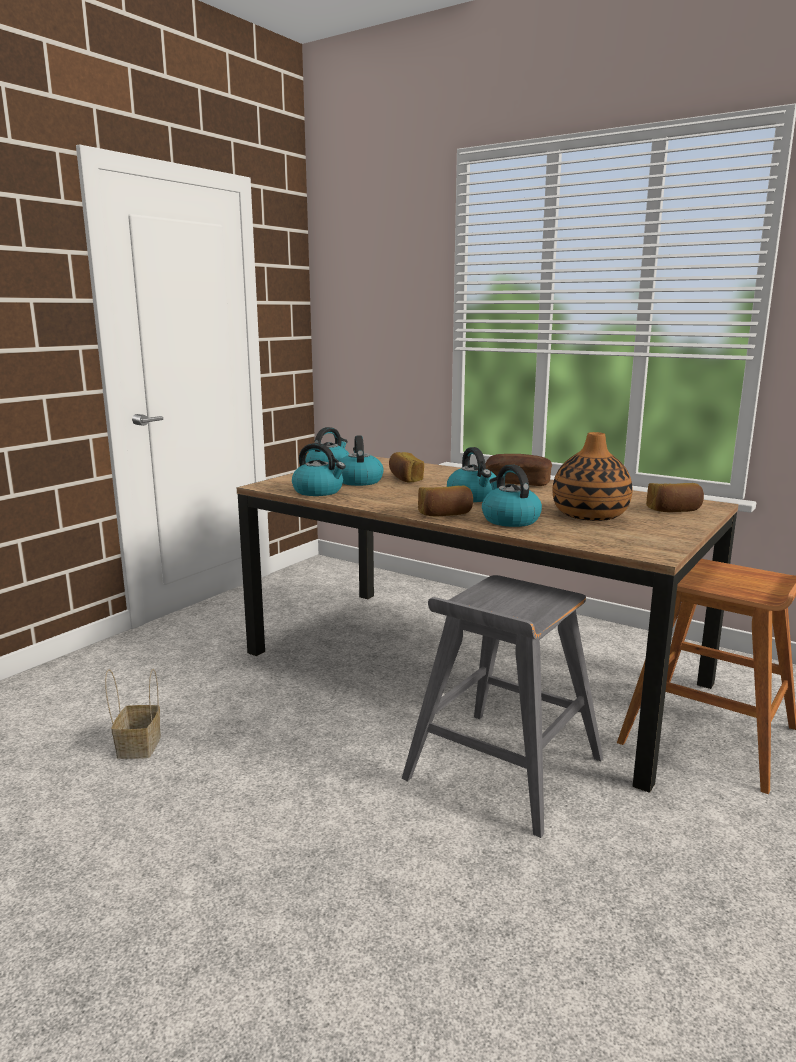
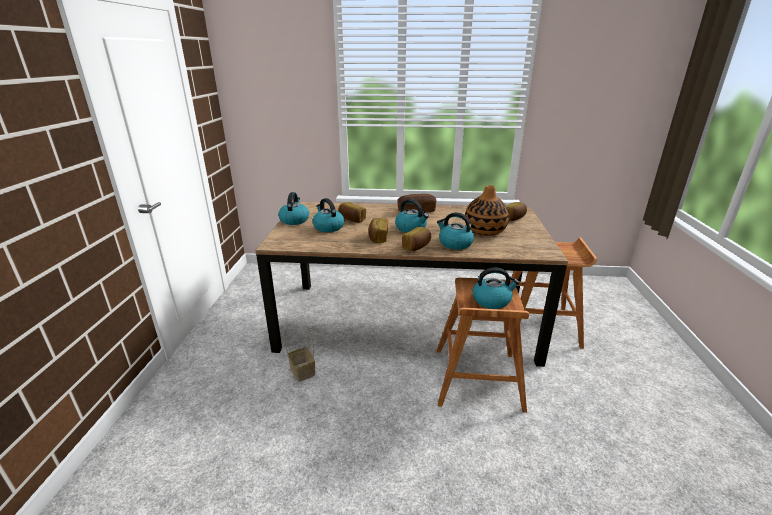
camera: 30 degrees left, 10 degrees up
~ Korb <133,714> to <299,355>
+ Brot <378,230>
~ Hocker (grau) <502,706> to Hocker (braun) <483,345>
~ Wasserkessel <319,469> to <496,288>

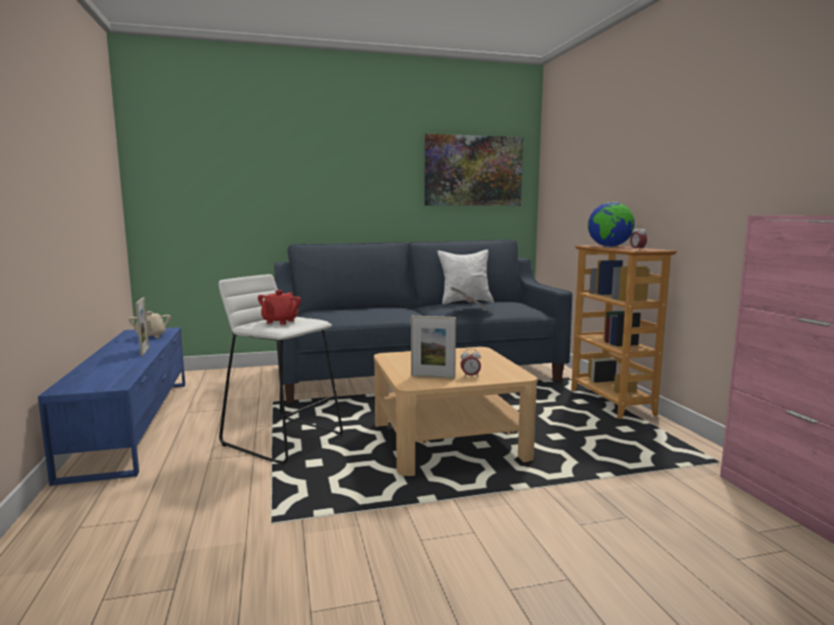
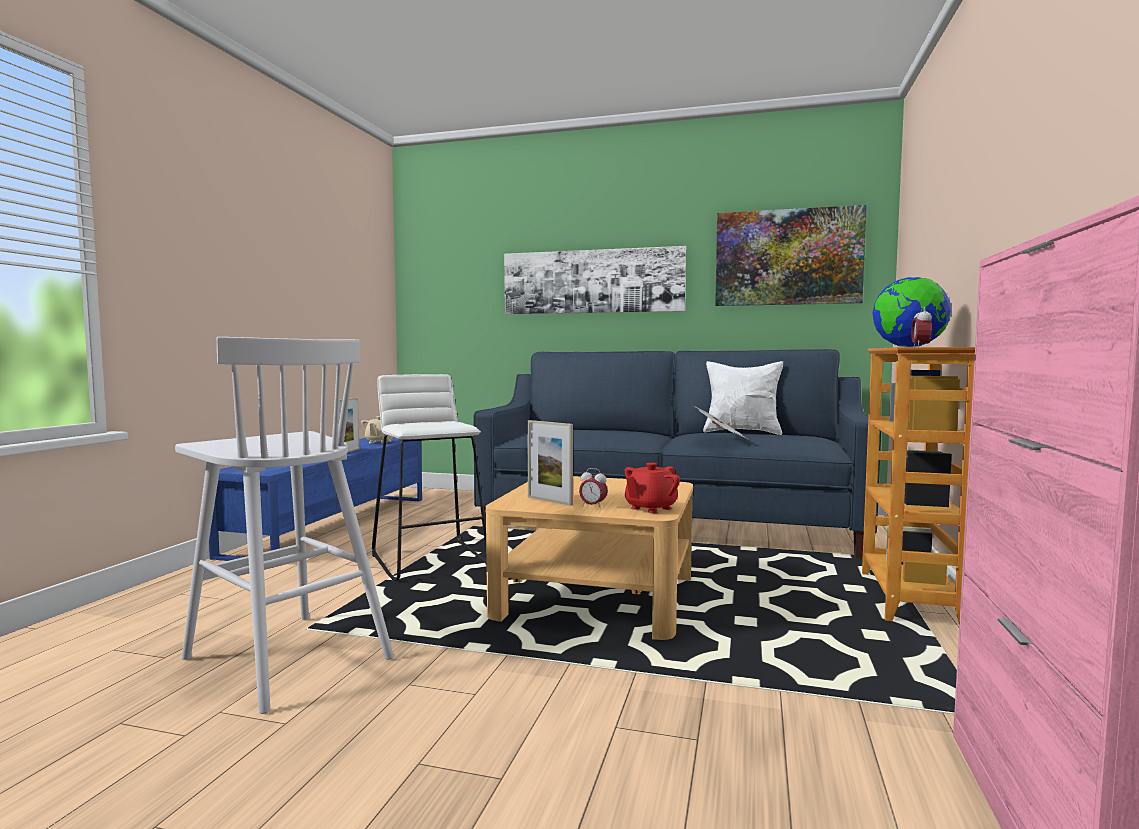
camera: 30 degrees right, 5 degrees down
+ Hocker (weiß) <284,525>
+ Bild <595,280>
~ Teekanne (rot) <279,307> to <652,488>

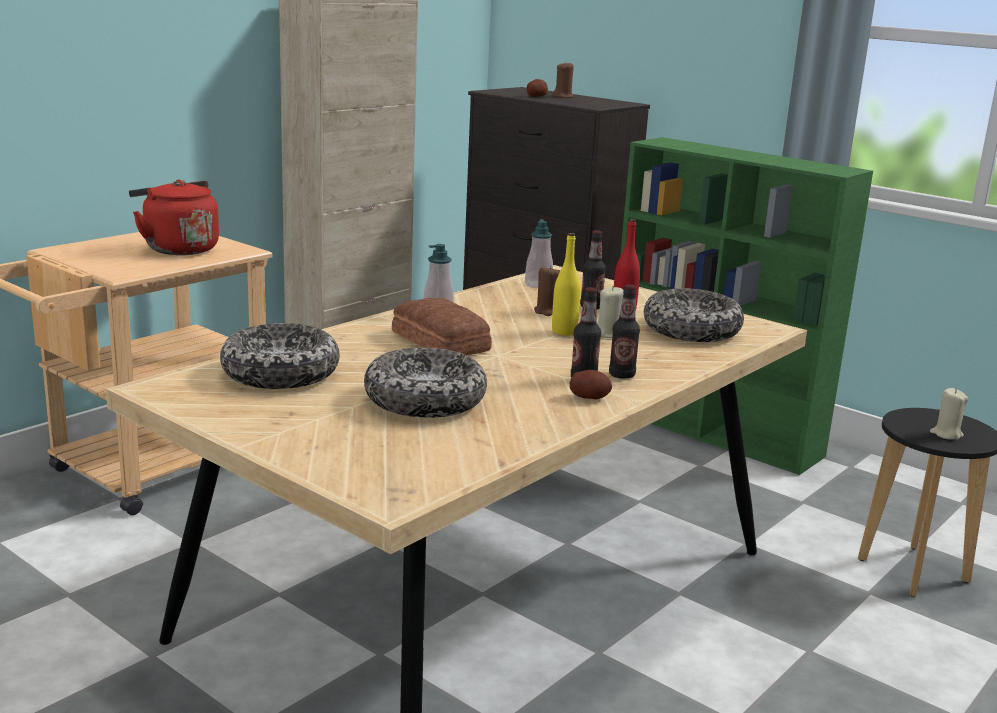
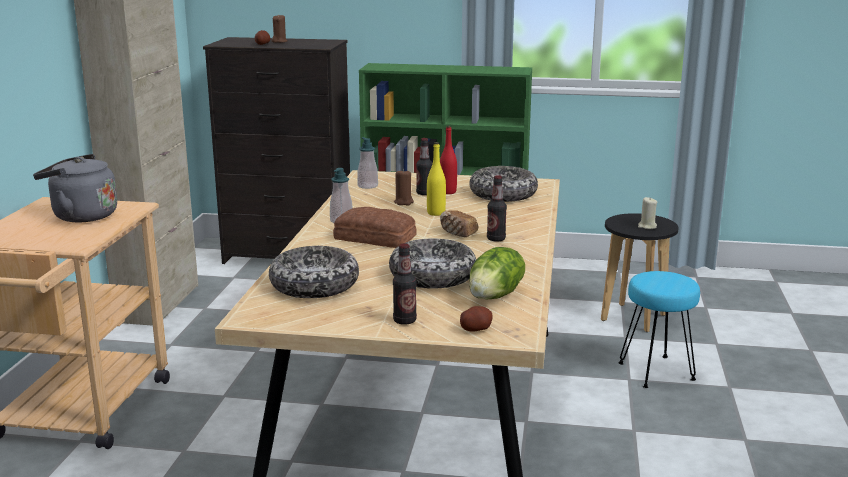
camera: 30 degrees left, 0 degrees up
~ Wasserkessel (rot) <174,217> to Wasserkessel (grau) <75,188>
~ Flasche <624,331> to <405,284>
+ Brot <459,223>
~ Kartoffel <591,384> to <476,319>
+ Salatkopf <497,273>
+ Hocker (türkis) <659,329>
- Kerze (beige) <610,312>

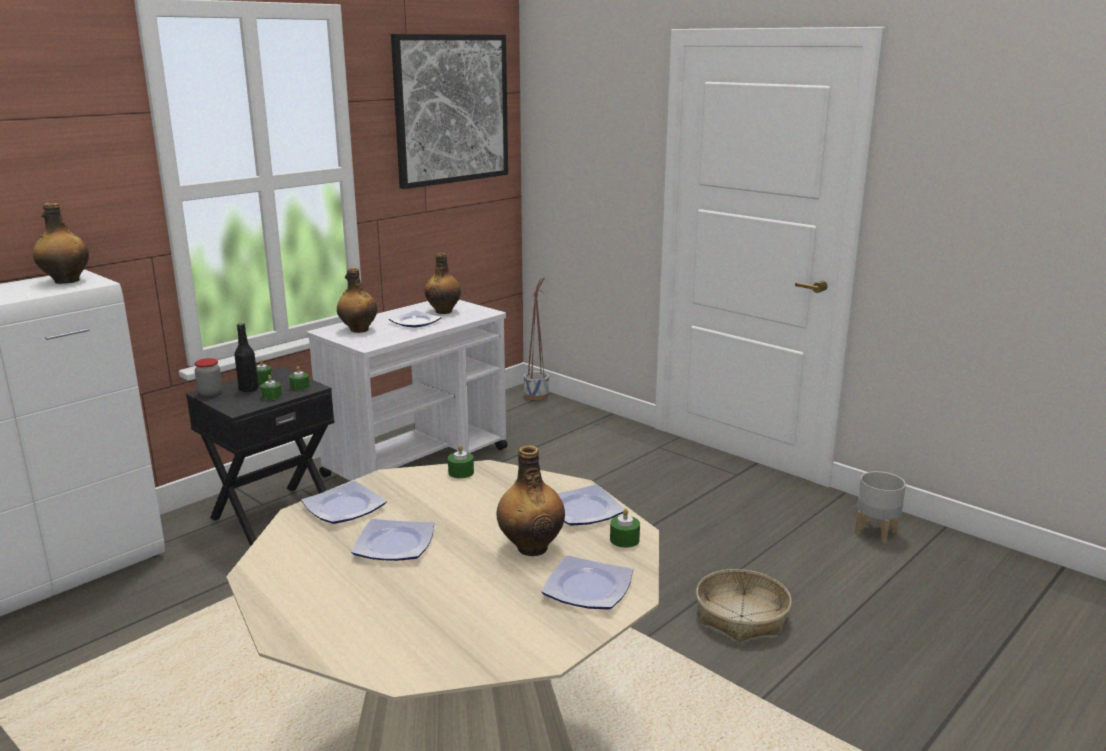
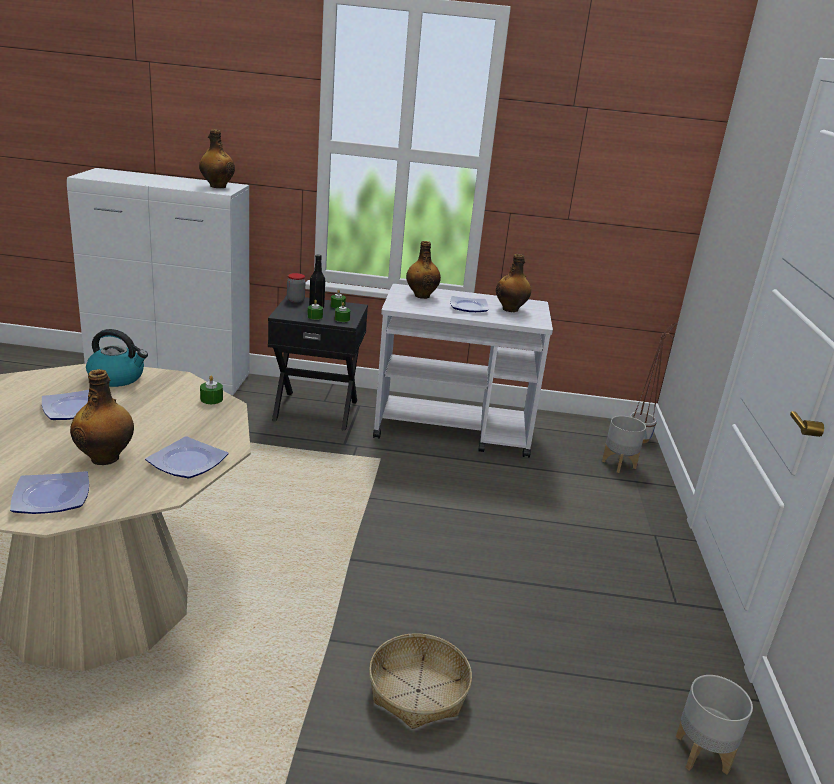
camera: 50 degrees right, 5 degrees up
~ Teller <344,502> to Wasserkessel <117,358>
+ Pflanzkübel (grau) <624,444>
- Bild <449,111>
- Kerze (grün) <625,528>

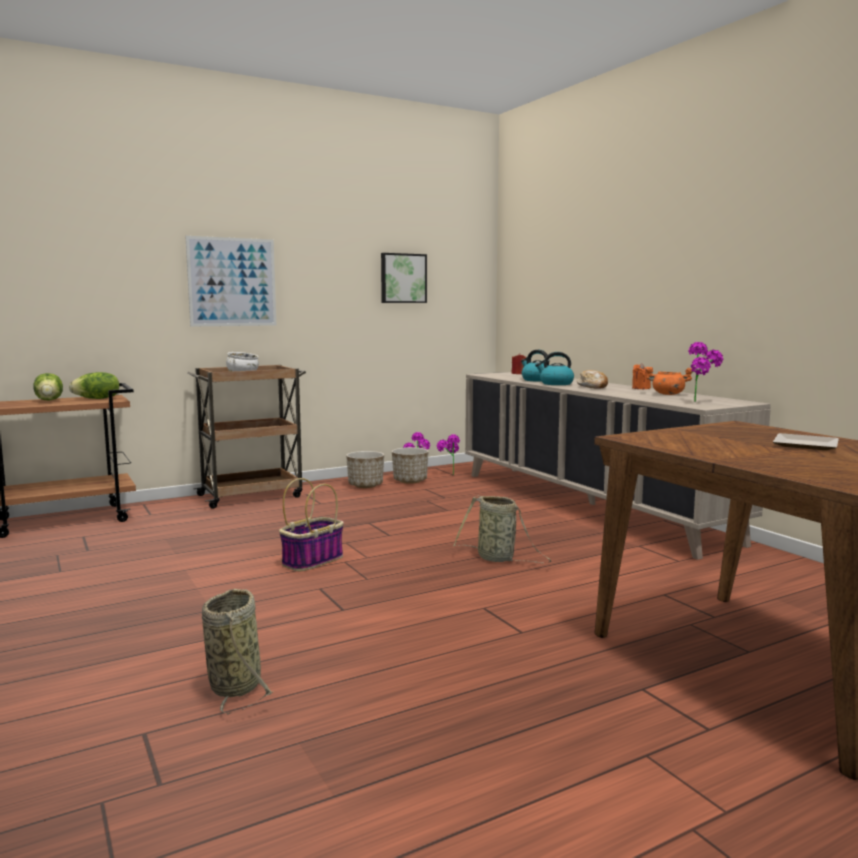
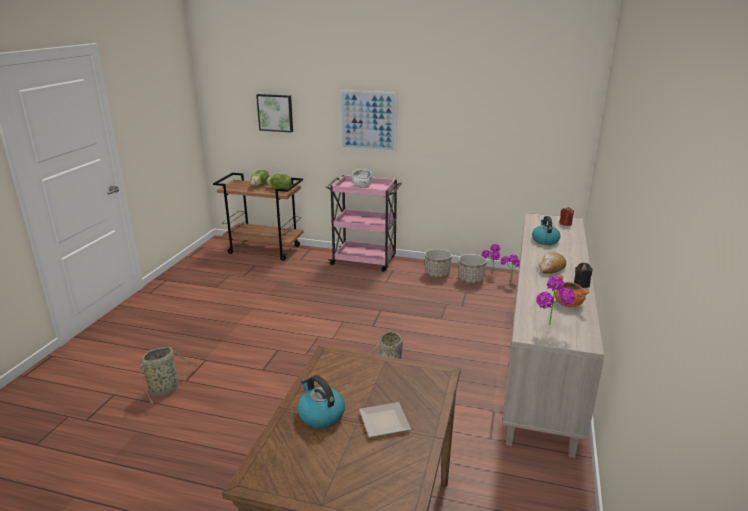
camera: 45 degrees right, 15 degrees up
~ Bild <404,278> to <274,113>
~ Wasserkessel <554,368> to <321,401>
~ Rollwagen (braun) <246,437> to Rollwagen (rosa) <364,223>
~ Kerze (orange) <641,376> to Kerze (schwarz) <583,275>
- Korb <311,524>

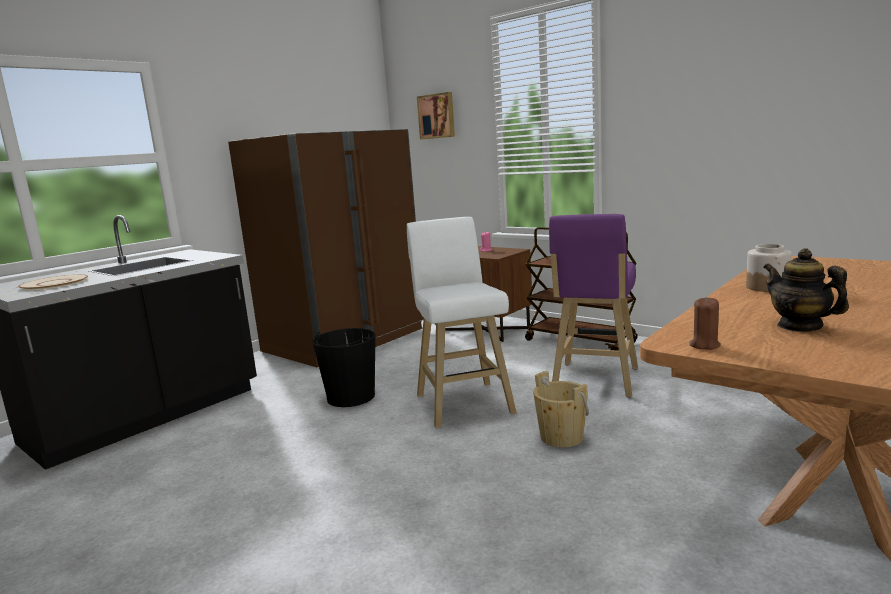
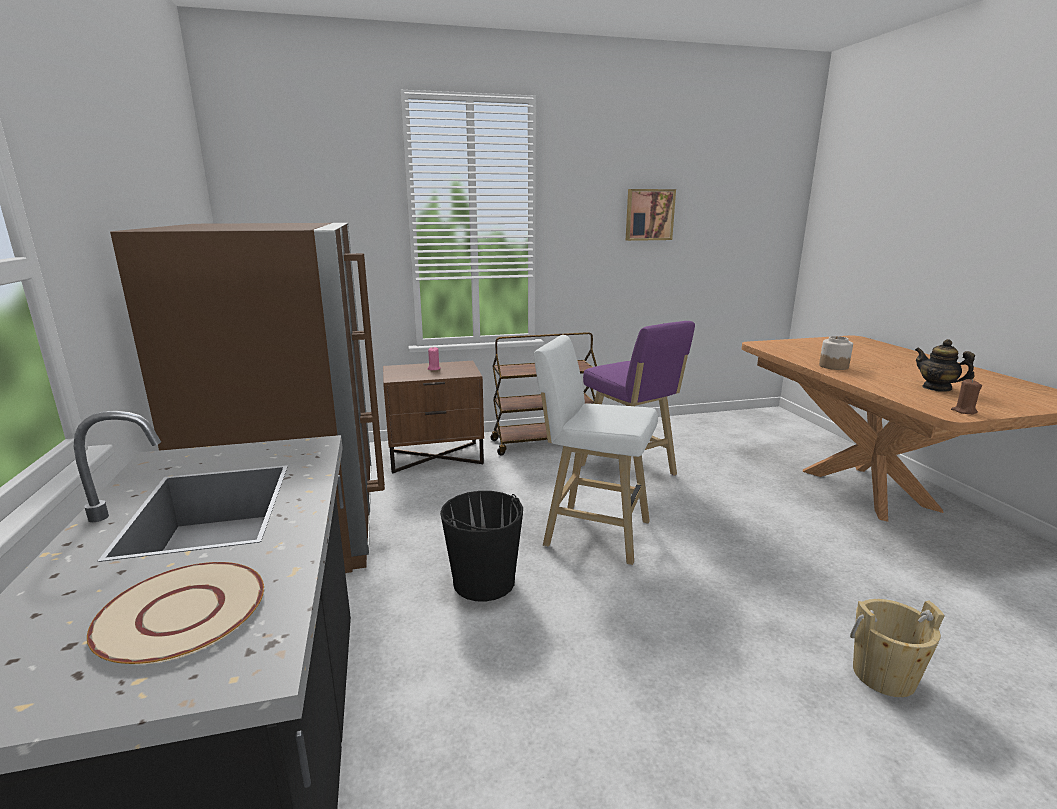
camera: 55 degrees left, 5 degrees up
~ Bild <436,116> to <651,215>
~ Eimer (beige) <561,409> to <897,648>
~ Teekanne <806,290> = <945,365> 45 degrees clockwise

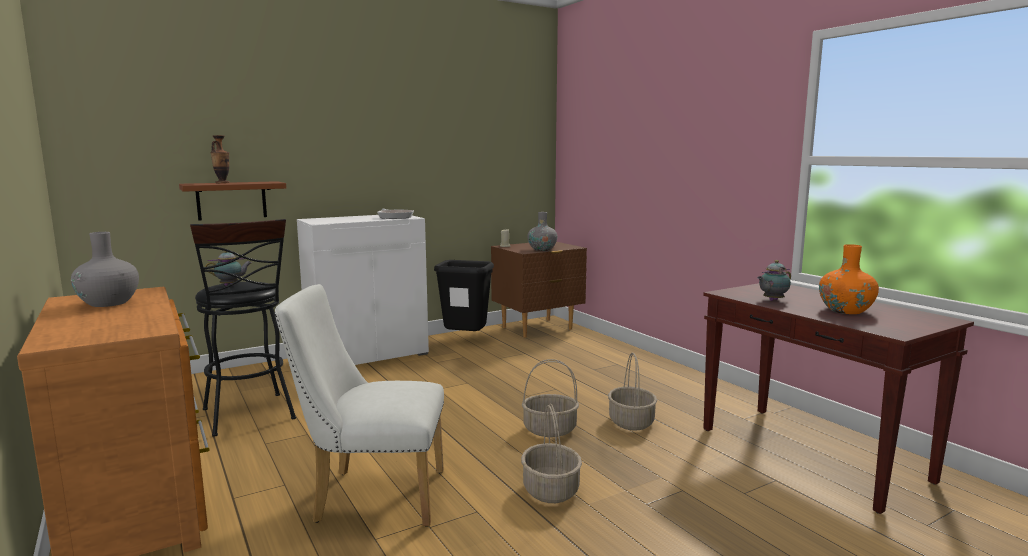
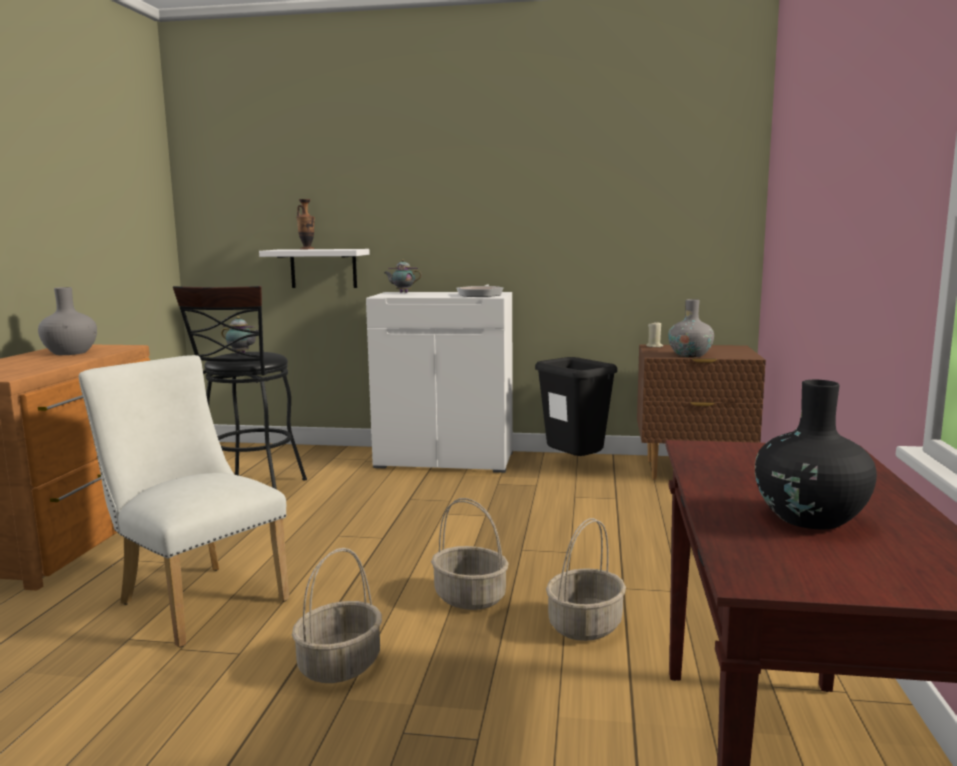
camera: 40 degrees right, 0 degrees up
~ Wandregal (braun) <232,201> to Wandregal (weiß) <314,268>
~ Teekanne <774,280> to <403,276>
~ Vase (orange) <849,279> to Vase (schwarz) <815,454>

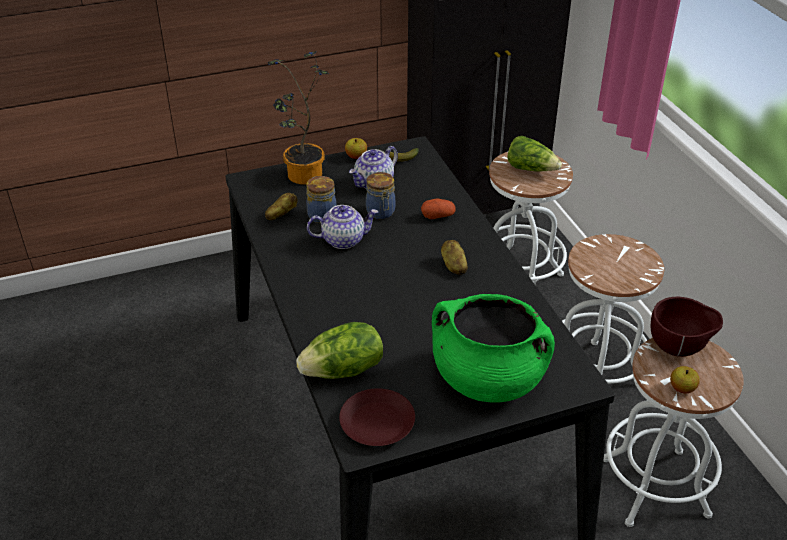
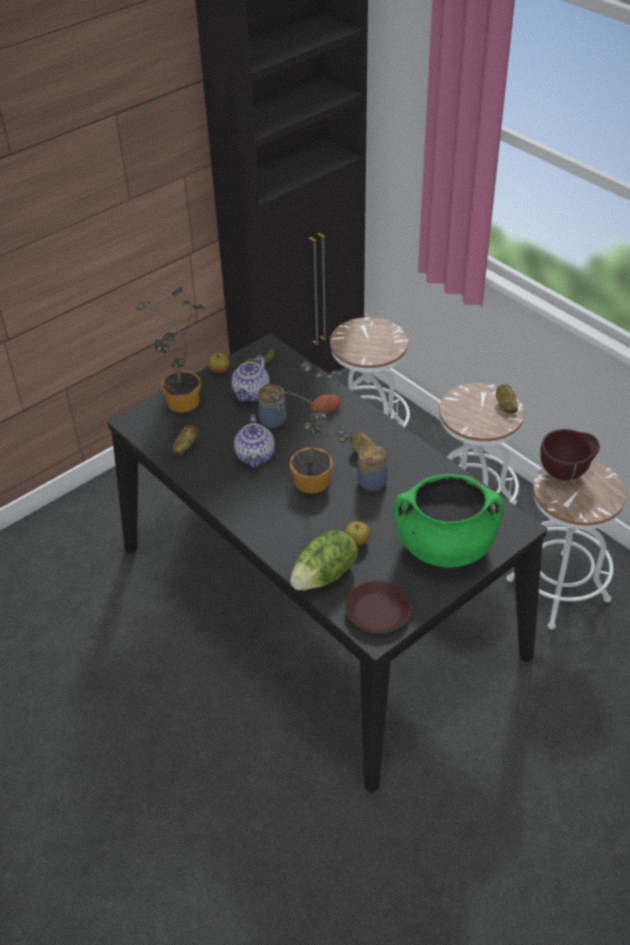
camera: 20 degrees left, 5 degrees up
~ Teekanne <342,227> = <254,441> 120 degrees clockwise
+ Topfpflanze <309,427>
~ Apfel <685,379> to <357,533>
~ Vorratsglas <321,199> to <372,468>
+ Kartoffel <507,399>
- Salatkopf <534,153>

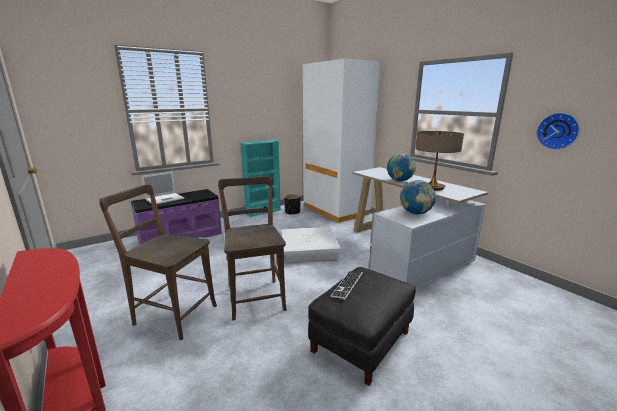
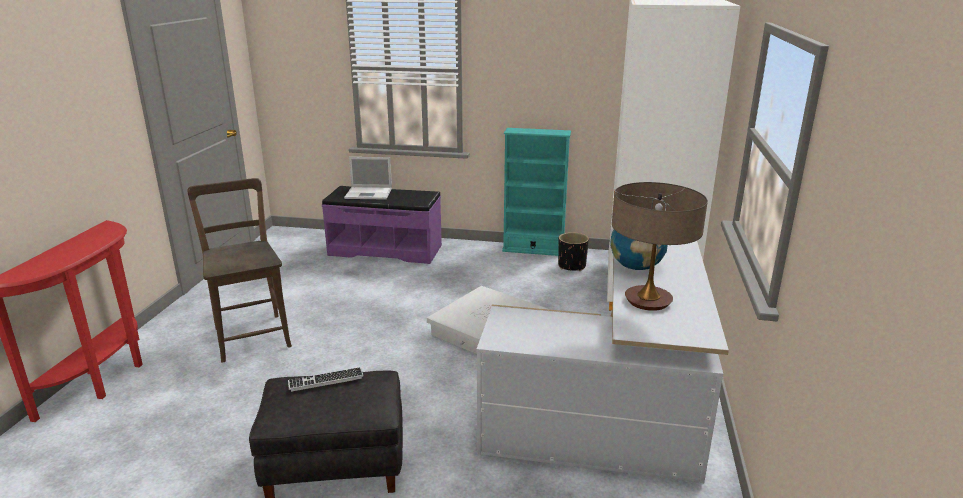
camera: 45 degrees right, 5 degrees up
- Stuhl (braun) <252,248>
- Globus <418,197>
- Wanduhr <558,131>

